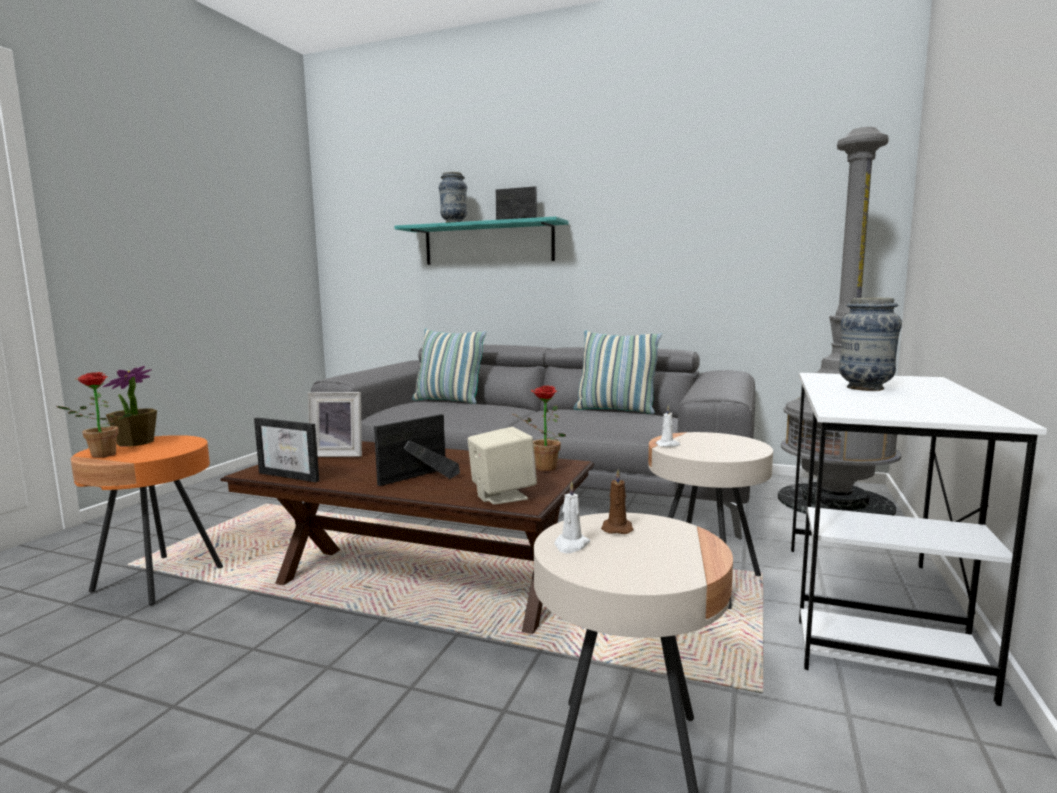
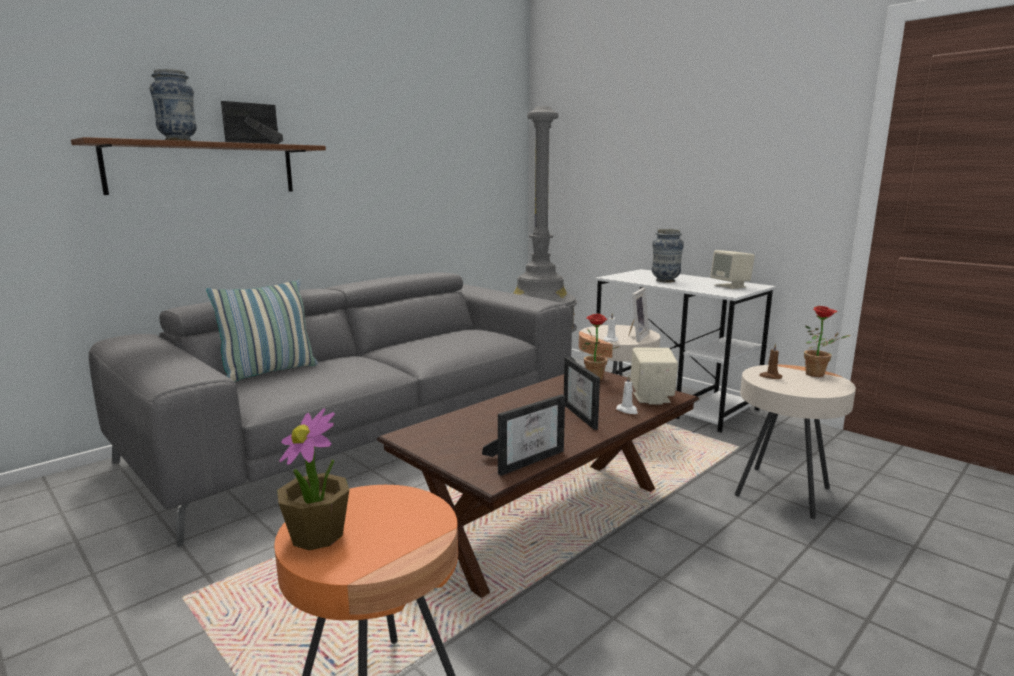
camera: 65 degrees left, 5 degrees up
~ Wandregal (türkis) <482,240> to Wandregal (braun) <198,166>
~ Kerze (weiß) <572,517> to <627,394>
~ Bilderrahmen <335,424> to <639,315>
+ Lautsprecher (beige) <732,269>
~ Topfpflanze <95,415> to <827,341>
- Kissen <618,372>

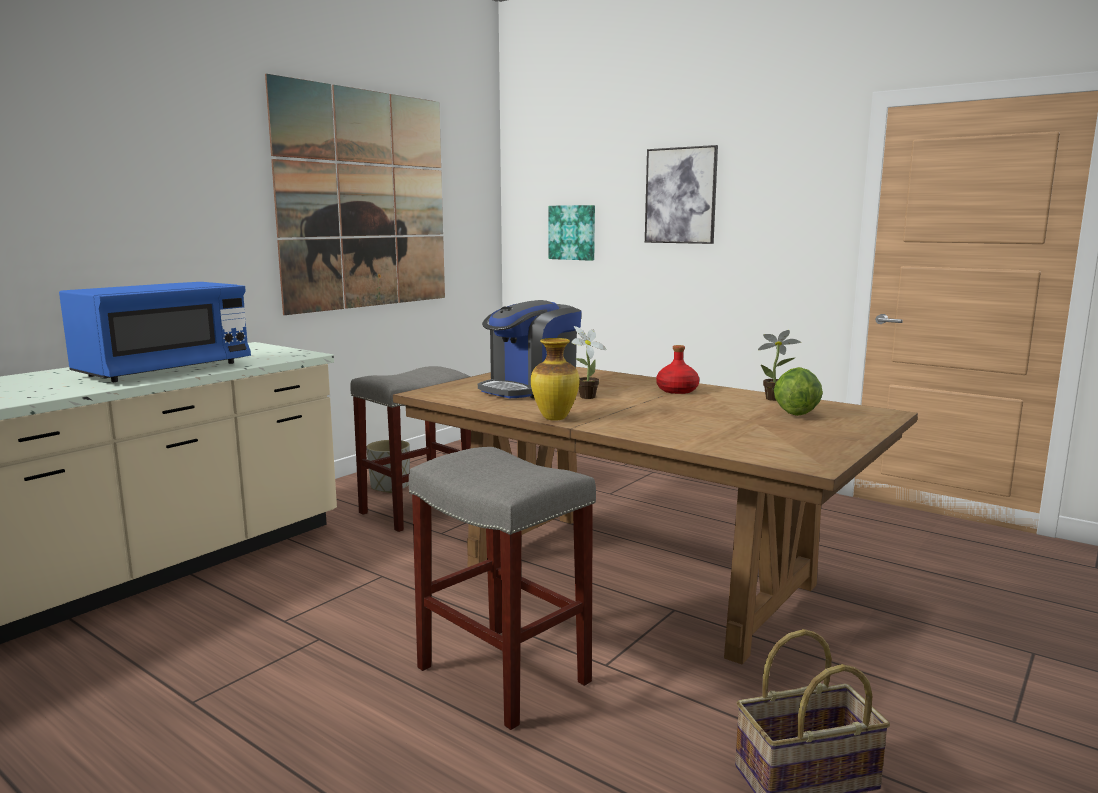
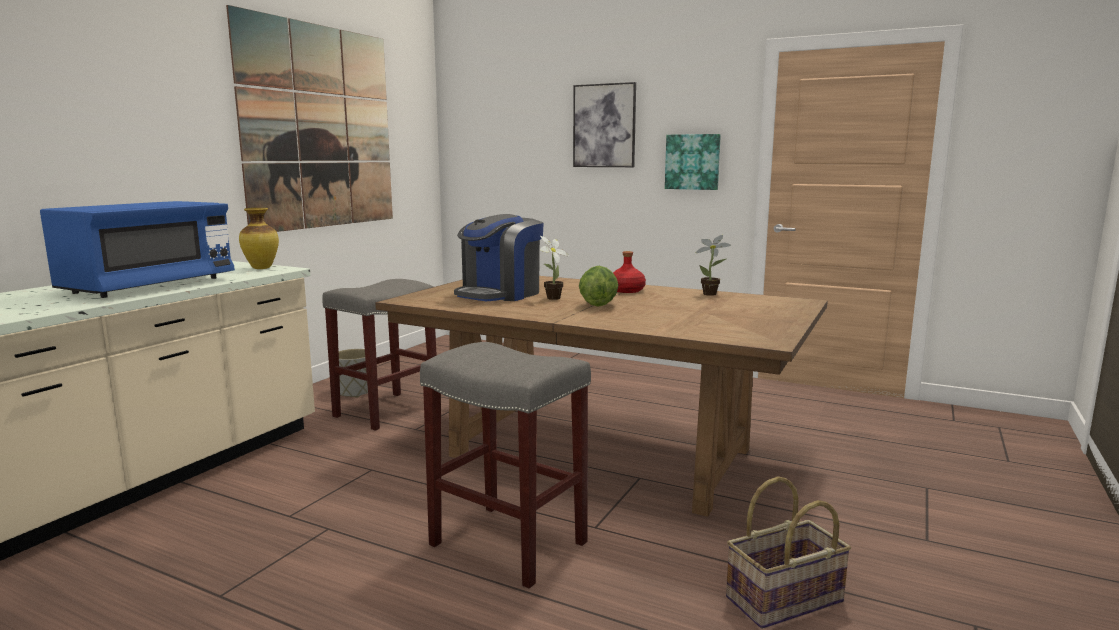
camera: 10 degrees left, 0 degrees up
~ Vase <555,379> to <259,238>
~ Salatkopf <798,391> to <598,286>
~ Bild <572,233> to <693,162>

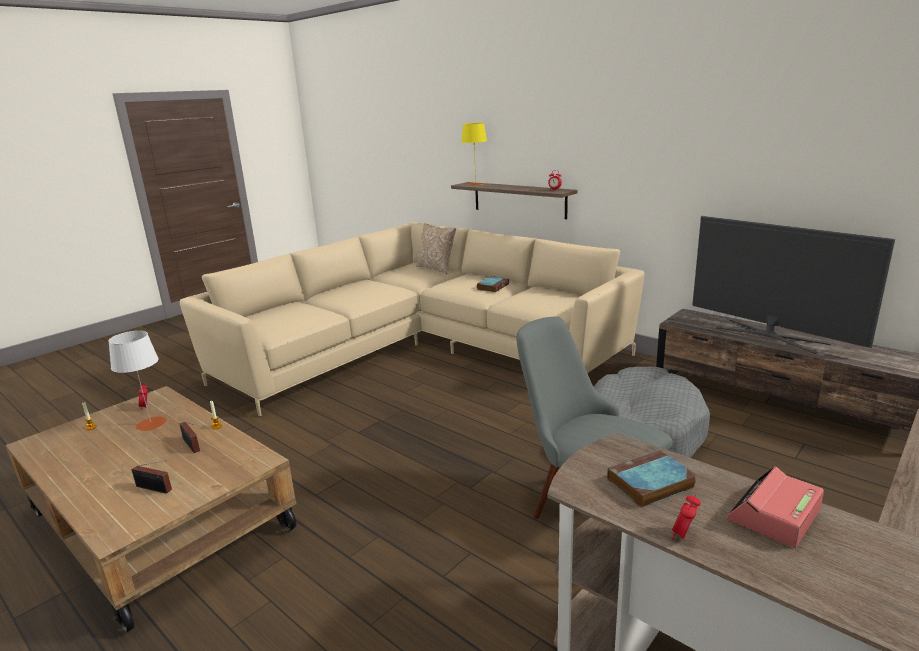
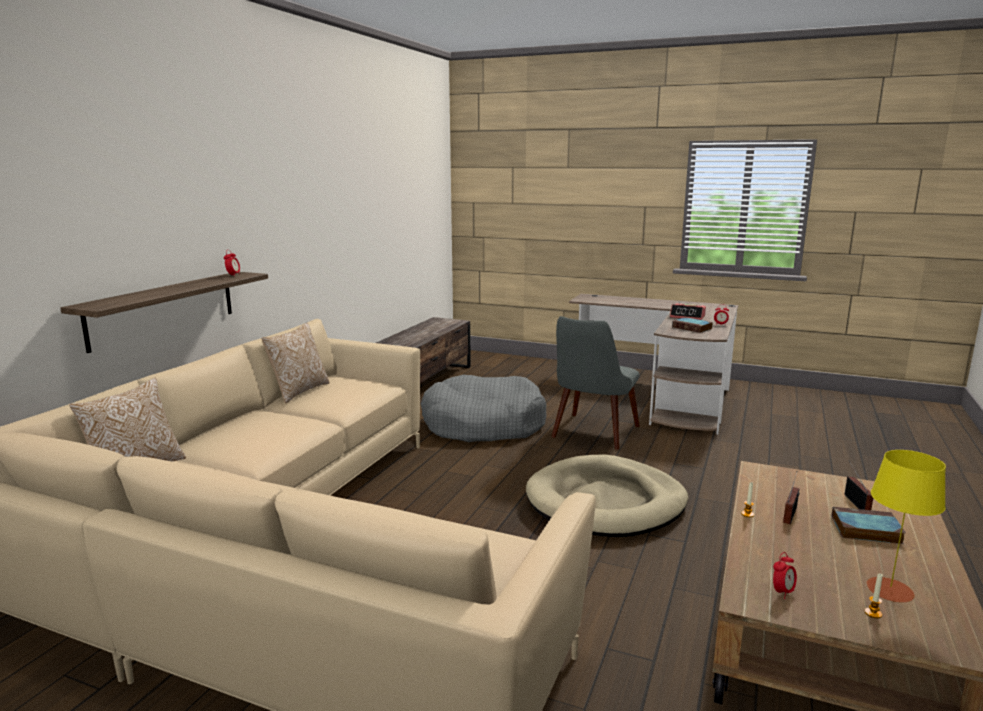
camera: 110 degrees left, 5 degrees down
+ Kissen <296,363>
+ Hundebett (beige) <607,496>
~ Buch <493,284> to <868,525>
~ Tischlampe (gelb) <474,154> to <906,526>
- Tischlampe (weiß) <137,381>
- Fernseher <793,285>

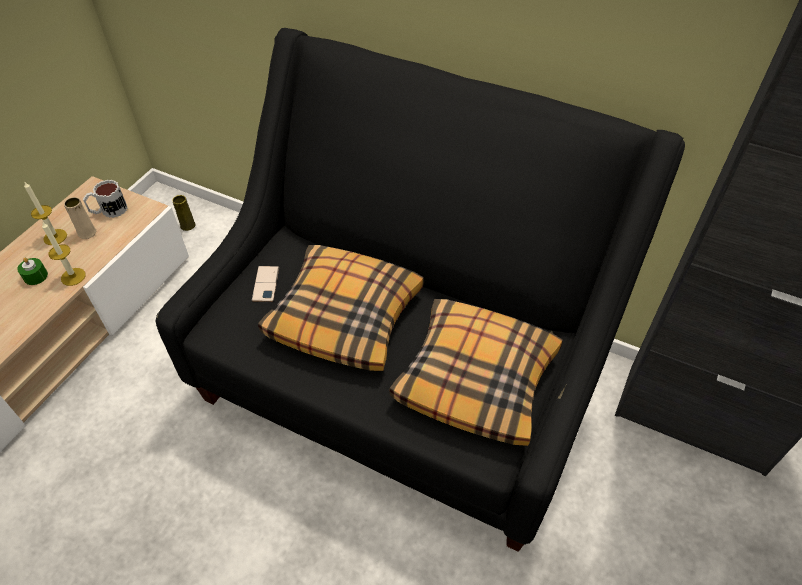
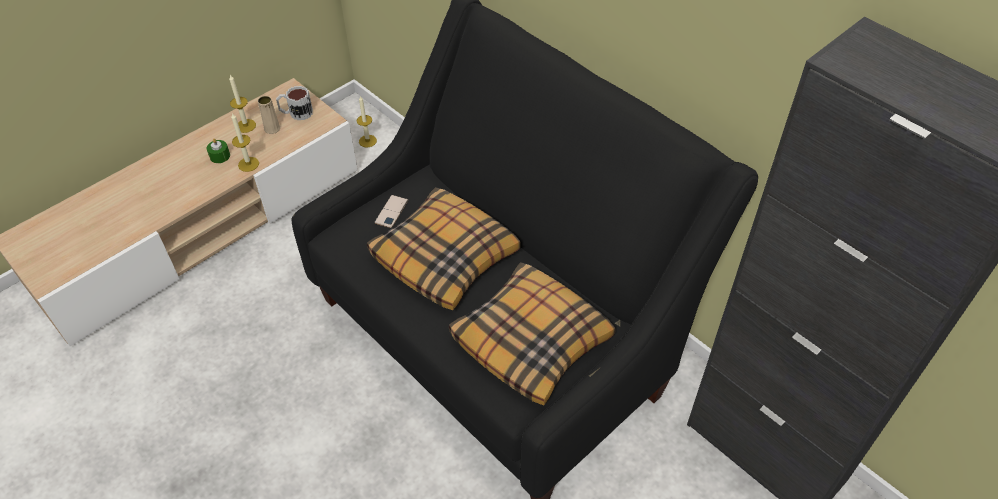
camera: 20 degrees right, 0 degrees up
~ Vase (gelb) <184,213> to Kerze <367,121>

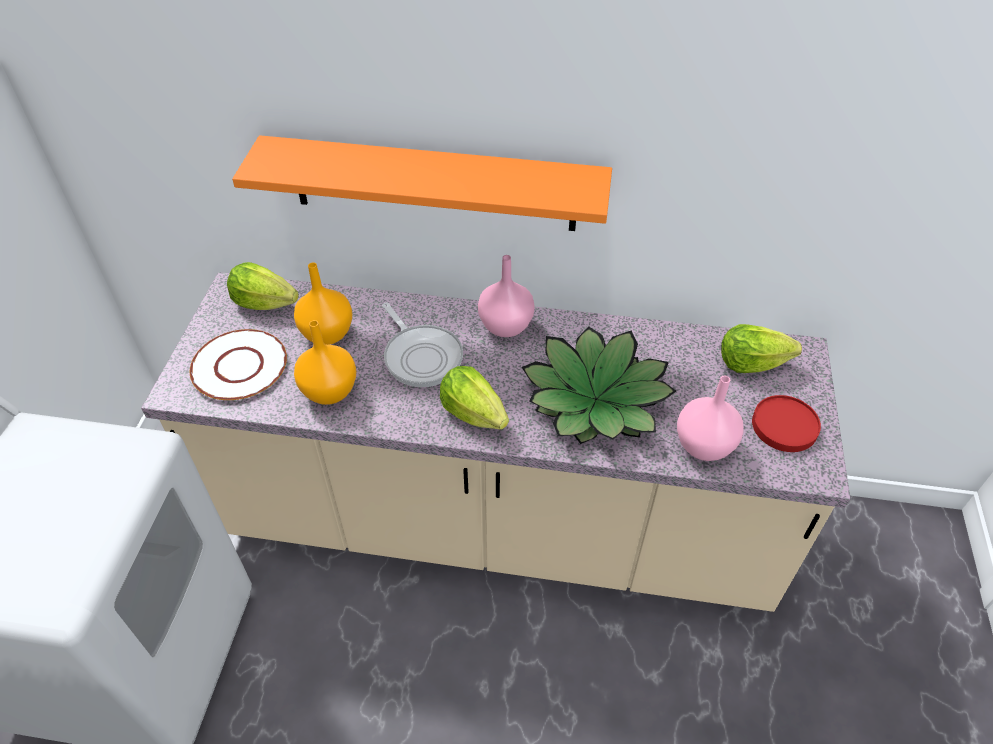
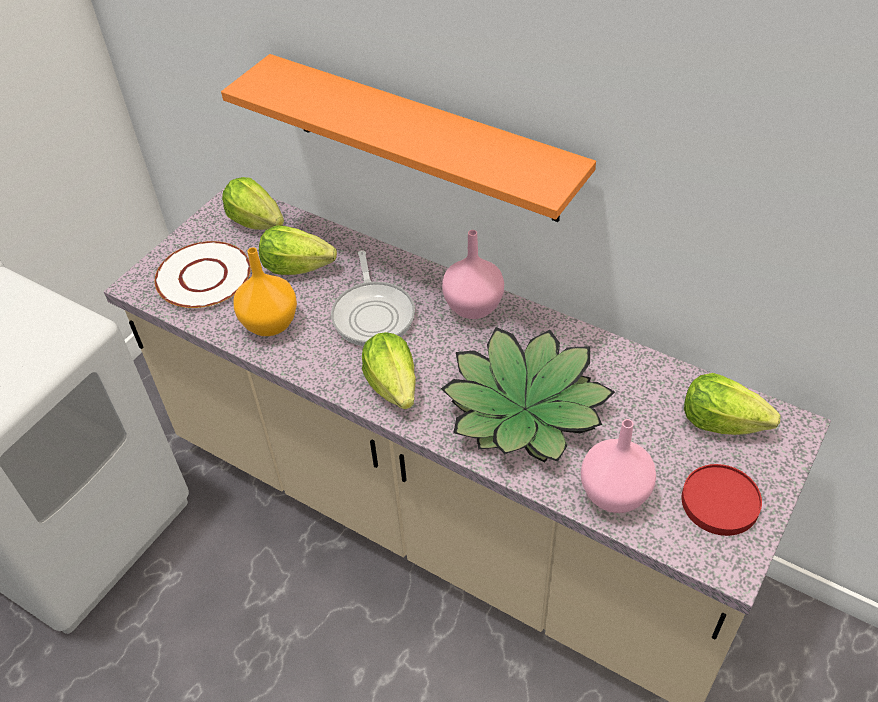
camera: 25 degrees right, 0 degrees up
~ Vase (orange) <323,303> to Salatkopf <298,250>

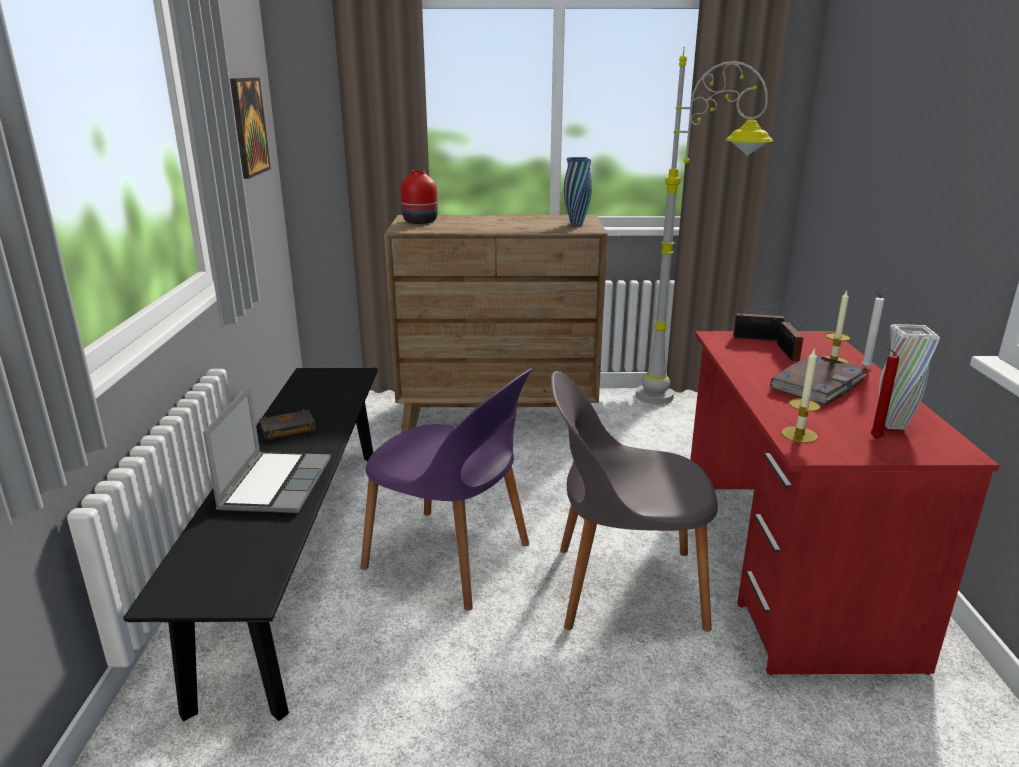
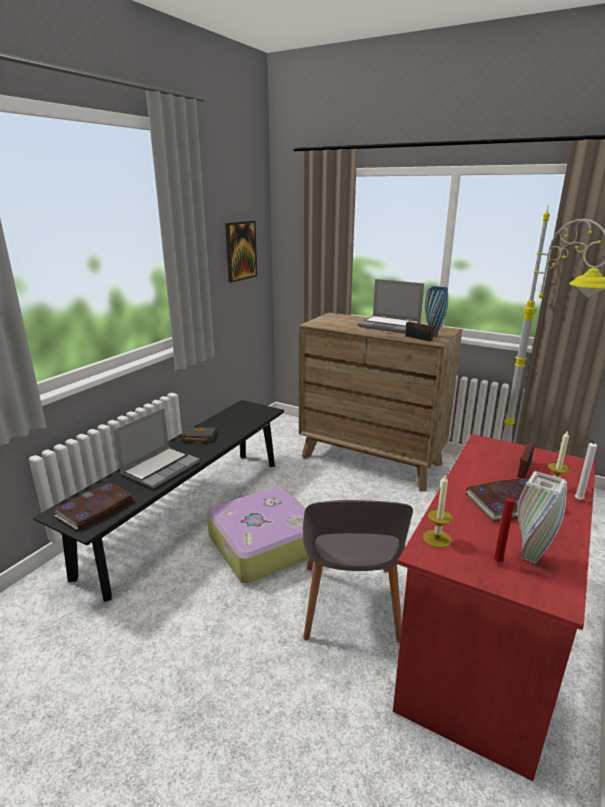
camera: 30 degrees right, 0 degrees up
+ Buch <94,506>
~ Stuhl (lila) <446,489> to Koffer <257,535>
~ Stuhl (grau) <634,501> = <358,571> 120 degrees counterclockwise
+ Laptop <391,306>
~ Radio <763,320> to <420,329>
- Vase (rot) <419,197>

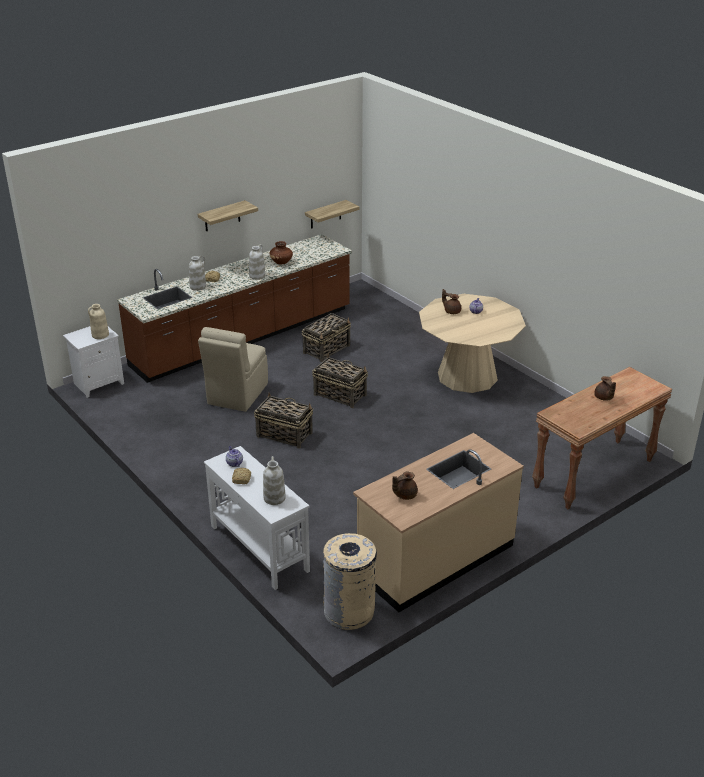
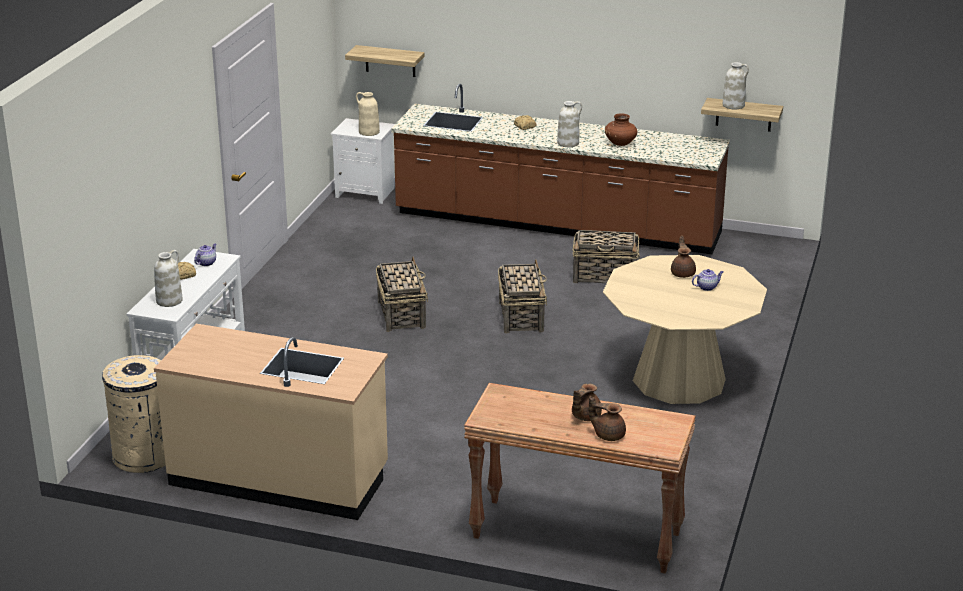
camera: 55 degrees right, 5 degrees down
~ Wandregal <228,215> to <384,61>
~ Teekanne (braun) <405,485> to <607,418>
~ Vase (weiß) <197,273> to <736,85>
- Stuhl (beige) <233,369>

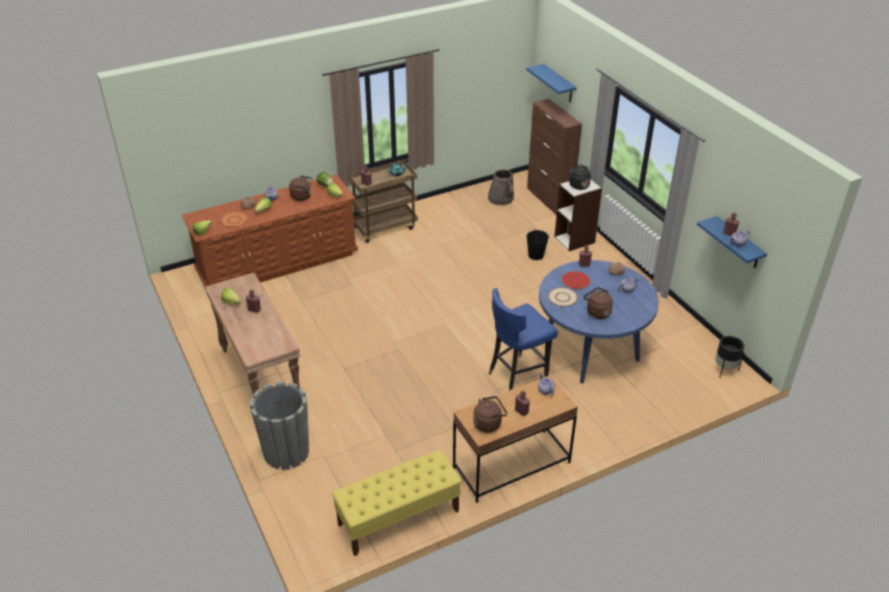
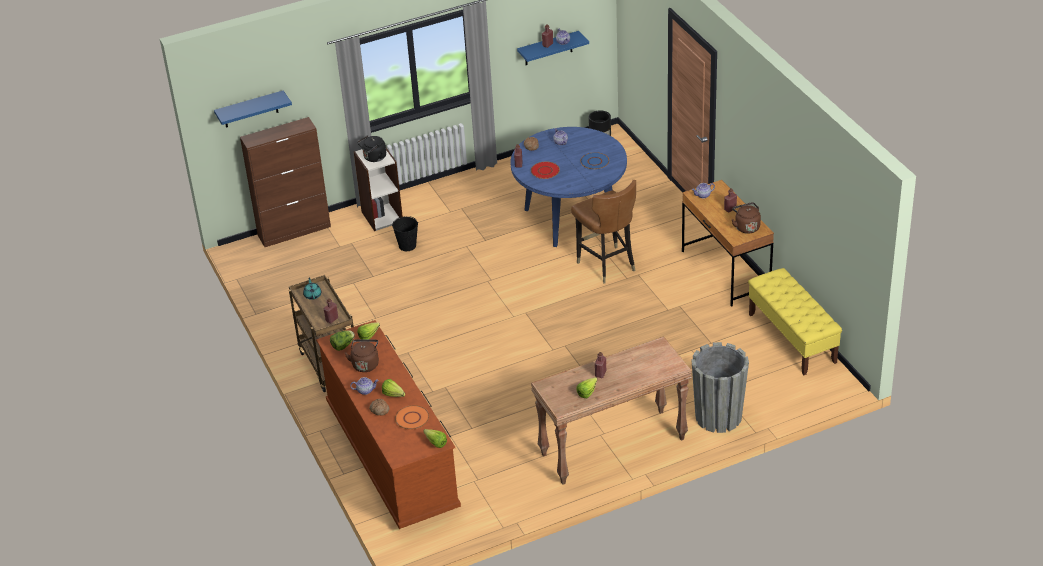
camera: 85 degrees left, 0 degrees up
~ Stuhl (blau) <523,339> to Stuhl (braun) <603,232>
~ Wasserkessel (braun) <598,303> to Teller (blau) <594,161>
- Eimer (braun) <501,187>
- Teller (beige) <563,297>

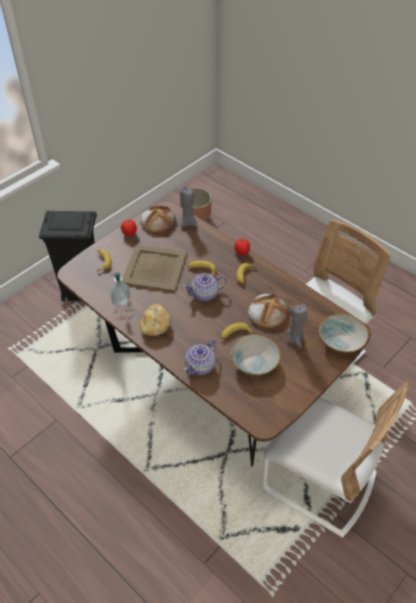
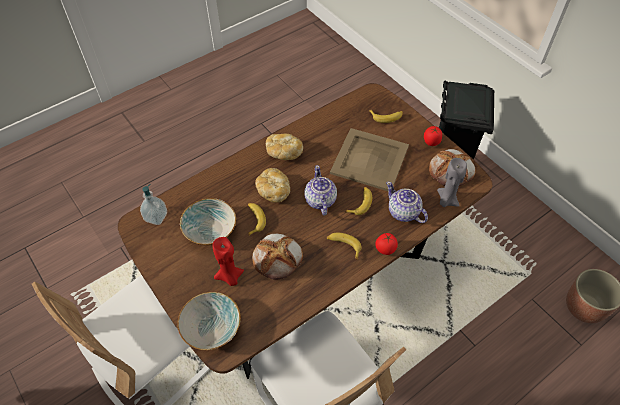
camera: 100 degrees right, 5 degrees up
~ Seifenspender <120,289> to <153,204>
~ Kerze (grau) <297,326> to Kerze (rot) <228,261>
+ Brot <272,185>
~ Teekanne <199,357> to <407,202>

